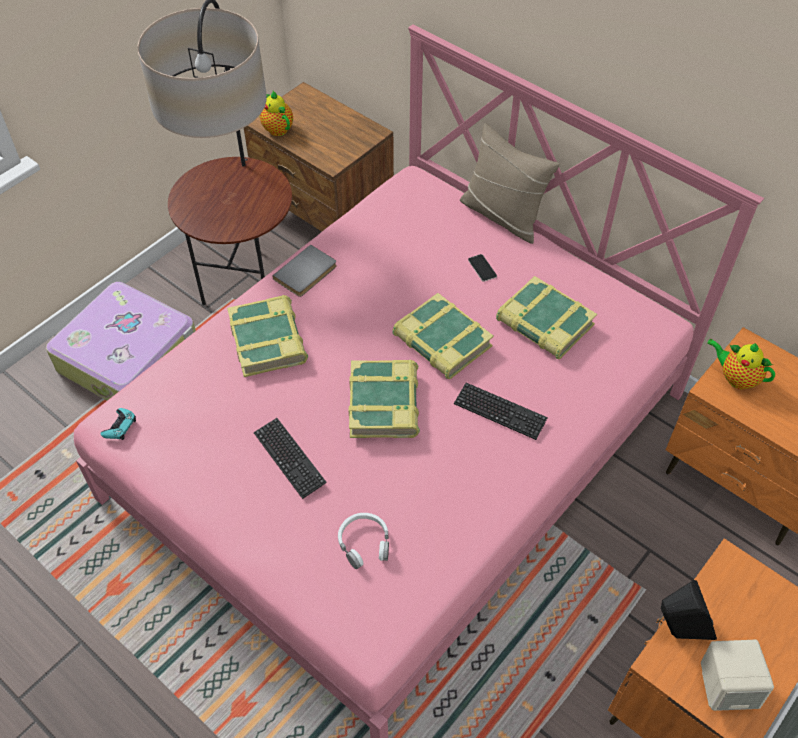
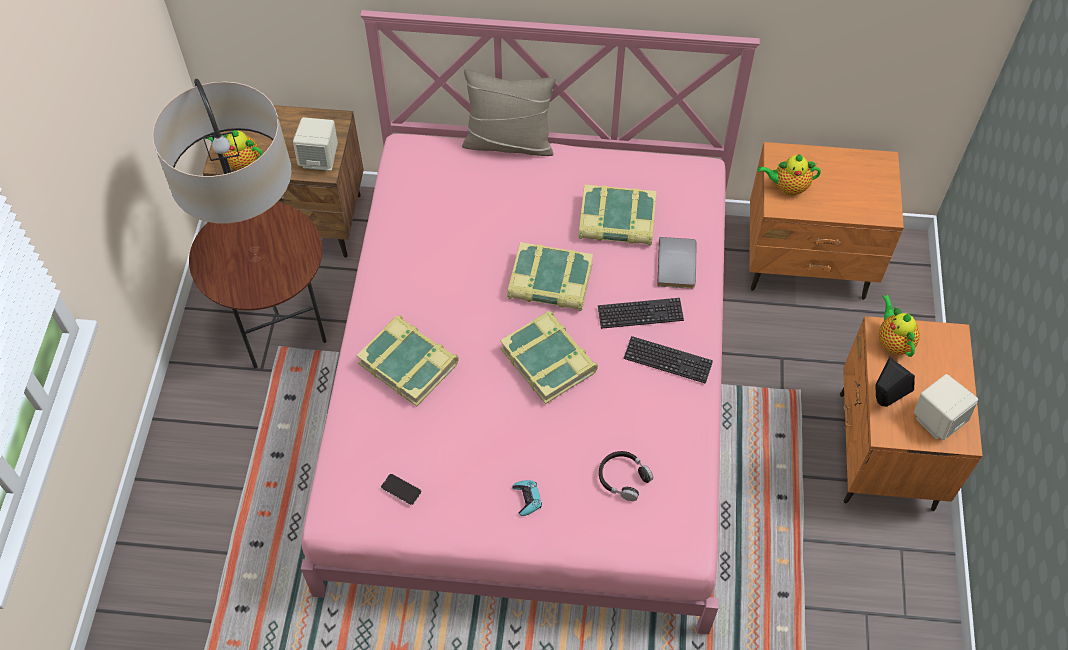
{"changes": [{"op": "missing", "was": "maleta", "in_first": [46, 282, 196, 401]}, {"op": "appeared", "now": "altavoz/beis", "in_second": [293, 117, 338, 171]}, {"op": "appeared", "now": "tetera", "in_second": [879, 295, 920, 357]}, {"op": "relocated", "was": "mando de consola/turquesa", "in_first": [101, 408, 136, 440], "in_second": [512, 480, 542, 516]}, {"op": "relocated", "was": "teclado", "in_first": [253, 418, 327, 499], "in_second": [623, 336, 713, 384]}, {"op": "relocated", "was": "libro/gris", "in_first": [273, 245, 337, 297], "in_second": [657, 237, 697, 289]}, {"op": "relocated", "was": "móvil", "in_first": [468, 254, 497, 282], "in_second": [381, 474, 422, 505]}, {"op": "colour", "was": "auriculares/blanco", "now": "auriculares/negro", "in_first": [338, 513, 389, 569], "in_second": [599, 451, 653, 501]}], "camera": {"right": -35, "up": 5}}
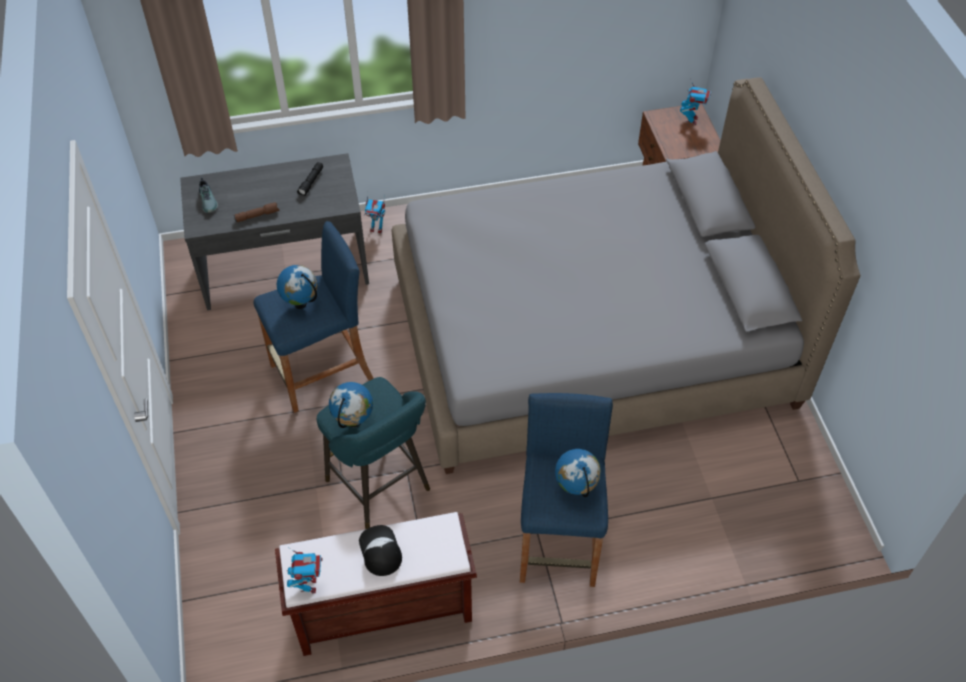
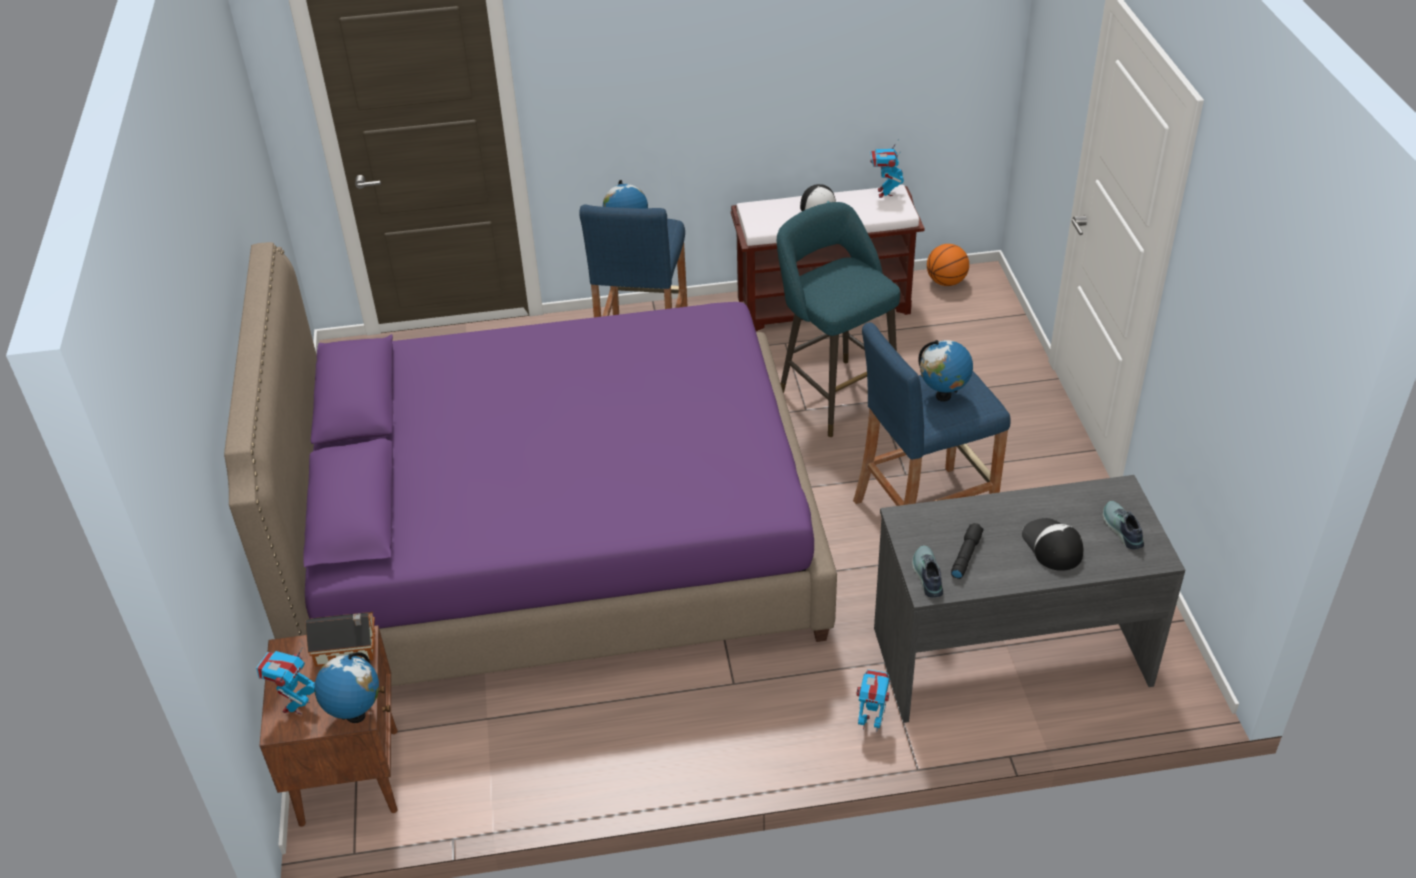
{"changes": [{"op": "missing", "was": "linterna/marrón", "in_first": [234, 202, 279, 222]}, {"op": "appeared", "now": "casita", "in_second": [305, 612, 375, 667]}, {"op": "appeared", "now": "zapato", "in_second": [912, 545, 943, 598]}, {"op": "appeared", "now": "balón de baloncesto", "in_second": [927, 244, 969, 286]}, {"op": "appeared", "now": "gorra", "in_second": [1022, 518, 1083, 571]}, {"op": "relocated", "was": "globo terráqueo", "in_first": [329, 382, 373, 428], "in_second": [314, 652, 379, 723]}, {"op": "colour", "was": "cama/gris", "now": "cama/morado", "in_first": [391, 77, 860, 474], "in_second": [224, 242, 837, 686]}], "camera": {"right": -175, "up": -10}}
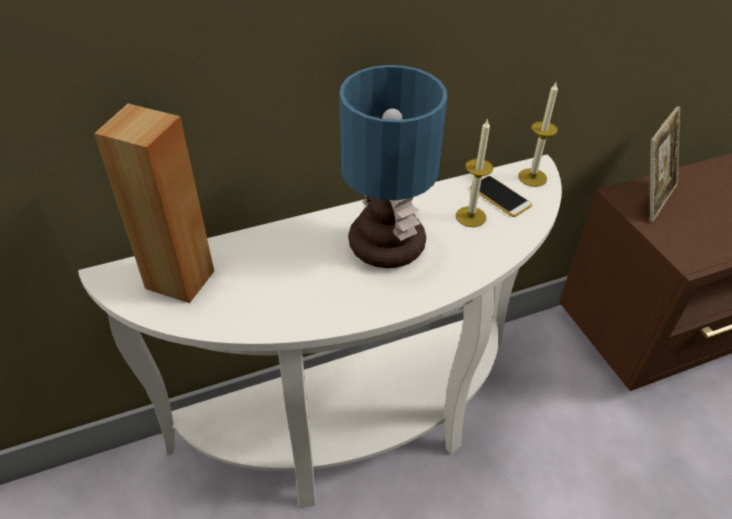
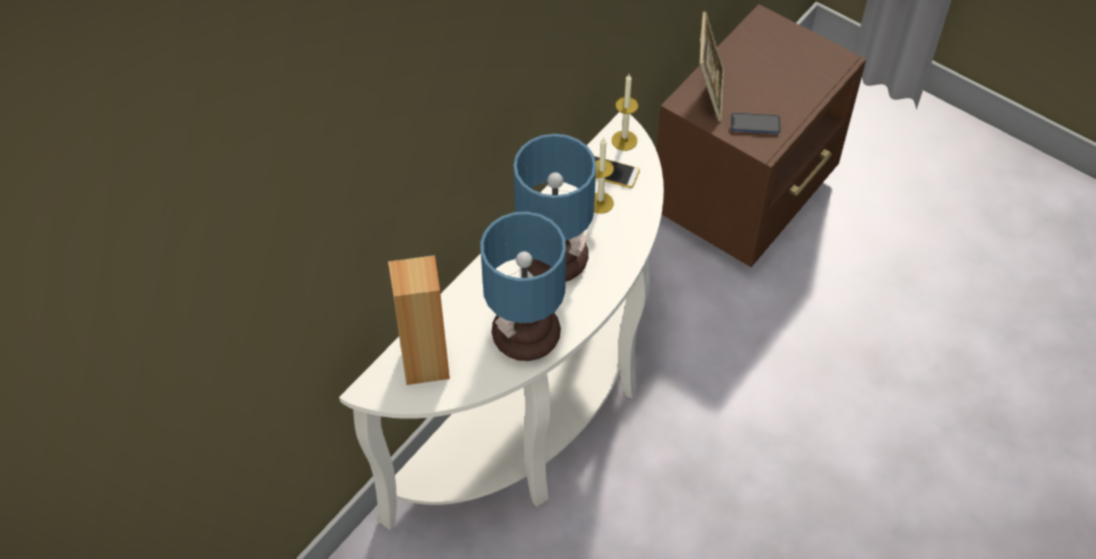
{"changes": [{"op": "appeared", "now": "lámpara de mesa", "in_second": [480, 212, 566, 361]}, {"op": "appeared", "now": "móvil", "in_second": [731, 113, 781, 134]}], "camera": {"right": -30, "up": 10}}
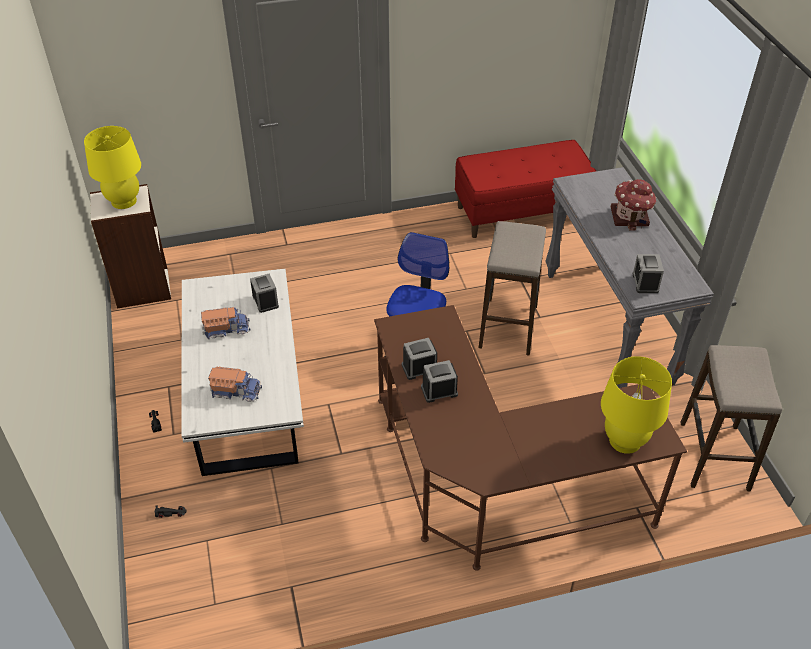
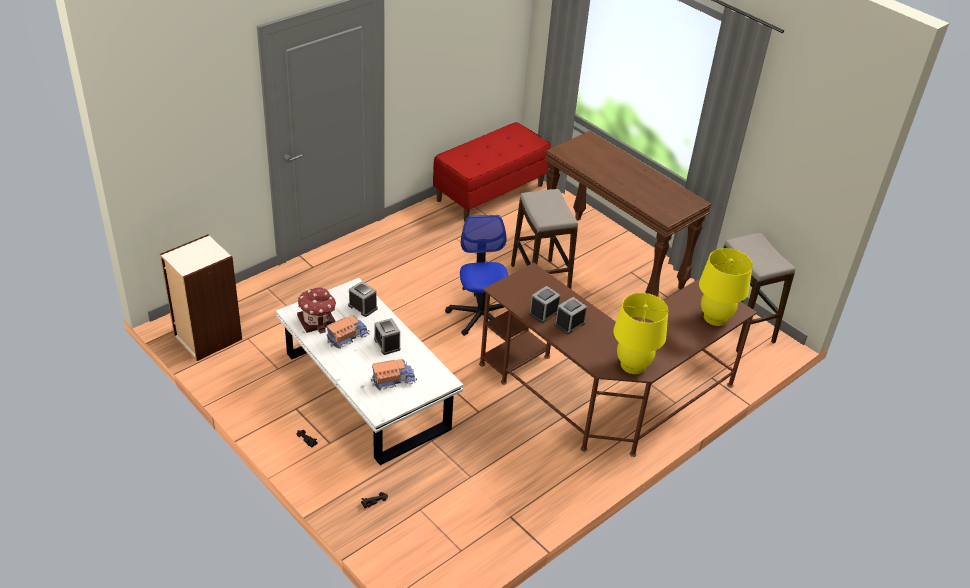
{"changes": [{"op": "relocated", "was": "lámpara de mesa/amarillo", "in_first": [84, 126, 141, 209], "in_second": [613, 293, 668, 374]}, {"op": "relocated", "was": "casita", "in_first": [611, 179, 656, 231], "in_second": [297, 287, 336, 334]}, {"op": "relocated", "was": "despertador", "in_first": [632, 254, 664, 293], "in_second": [374, 318, 401, 355]}, {"op": "colour", "was": "mesa consola/gris", "now": "mesa consola/marrón", "in_first": [545, 167, 714, 388], "in_second": [545, 131, 712, 297]}], "camera": {"right": -30, "up": -5}}
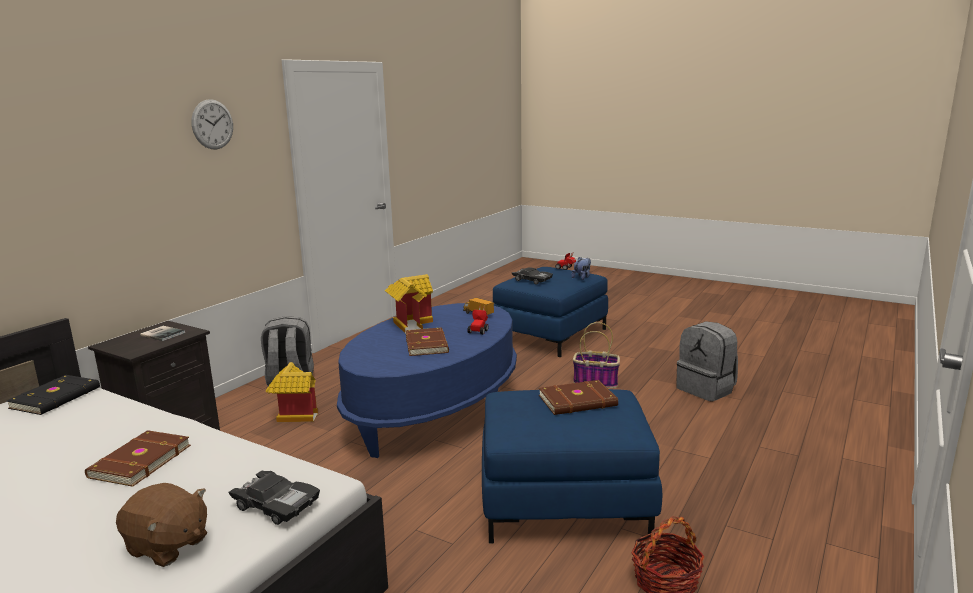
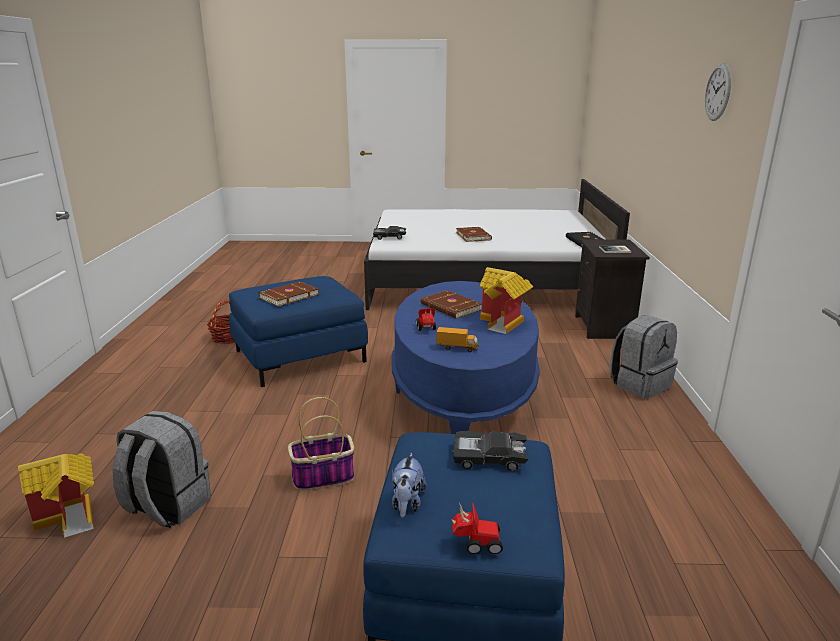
{"changes": [{"op": "missing", "was": "peluche/marrón", "in_first": [116, 483, 207, 567]}, {"op": "relocated", "was": "casita", "in_first": [266, 362, 318, 422], "in_second": [18, 453, 94, 538]}], "camera": {"right": 150, "up": 5}}
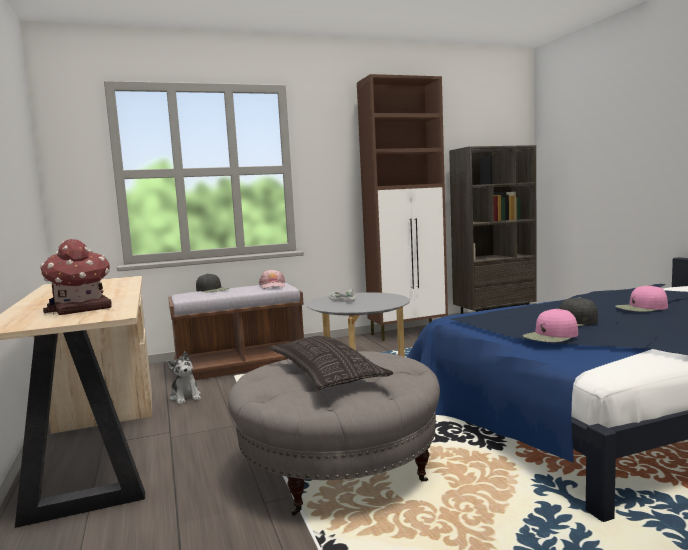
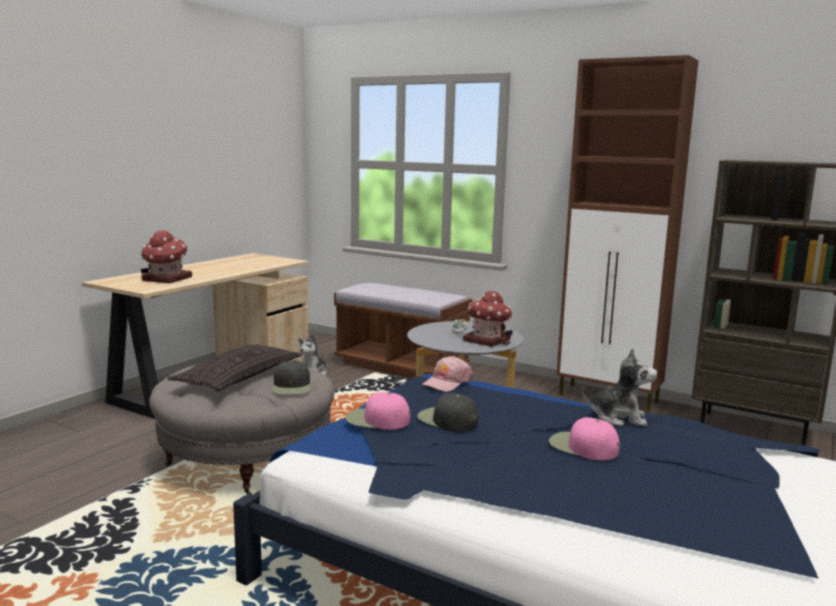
{"changes": [{"op": "appeared", "now": "casita", "in_second": [463, 290, 512, 347]}, {"op": "appeared", "now": "peluche", "in_second": [582, 348, 658, 426]}, {"op": "relocated", "was": "gorra/negro", "in_first": [196, 274, 230, 292], "in_second": [272, 360, 311, 395]}, {"op": "relocated", "was": "gorra/rosa", "in_first": [259, 269, 285, 289], "in_second": [422, 356, 473, 392]}], "camera": {"right": 50, "up": 5}}
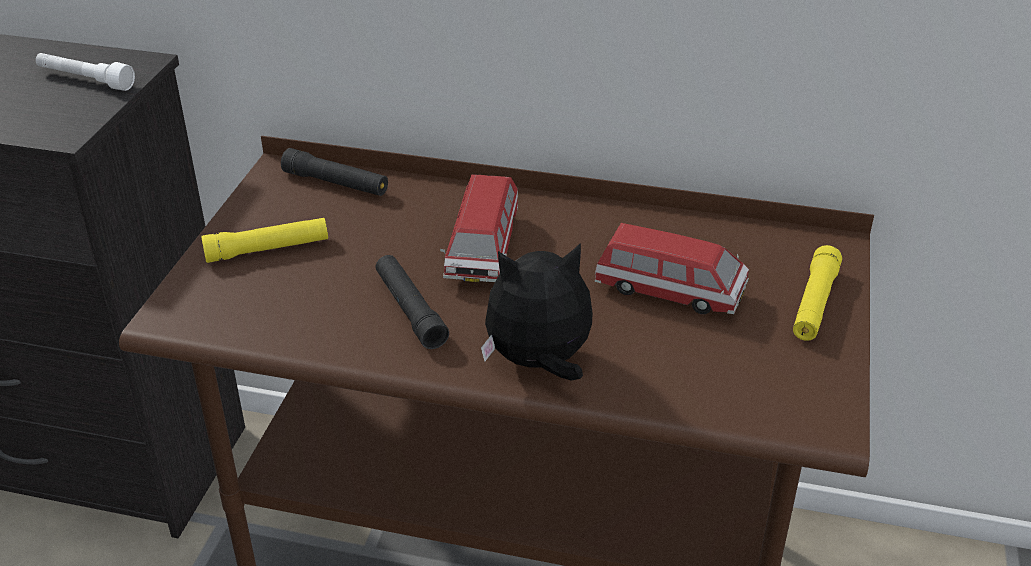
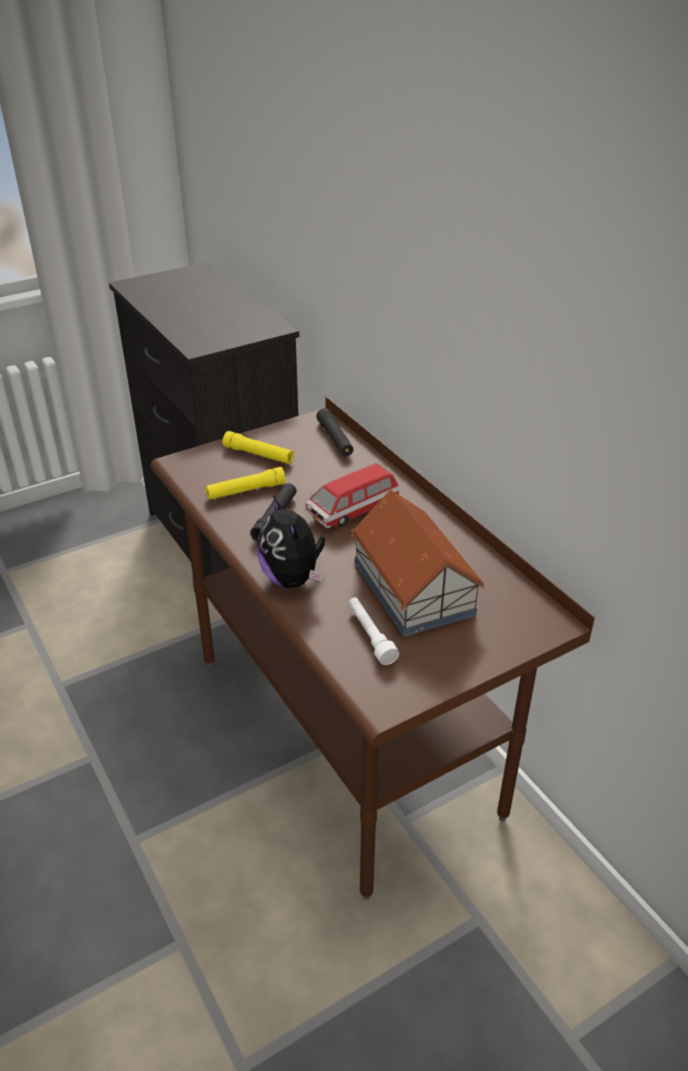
{"changes": [{"op": "relocated", "was": "linterna/blanco", "in_first": [36, 53, 135, 91], "in_second": [348, 597, 399, 665]}, {"op": "relocated", "was": "linterna/amarillo", "in_first": [793, 245, 842, 341], "in_second": [205, 467, 286, 500]}, {"op": "exchanged", "was": "coche de juguete", "now": "casita", "in_first": [595, 223, 749, 314], "in_second": [351, 490, 485, 637]}, {"op": "spun", "was": "peluche", "in_first": [481, 243, 593, 381], "in_second": [257, 495, 325, 588], "clockwise": -150}], "camera": {"right": 45, "up": 0}}
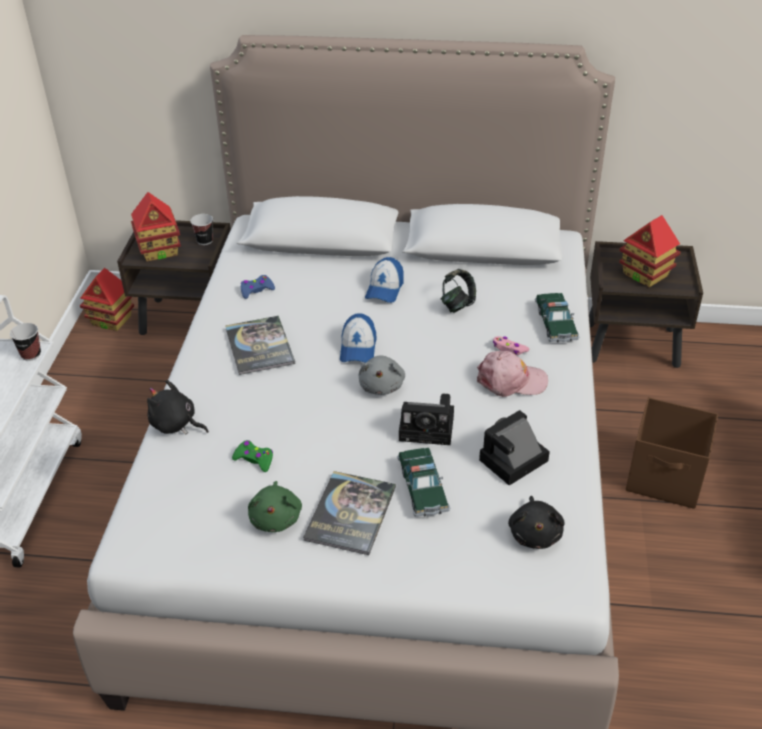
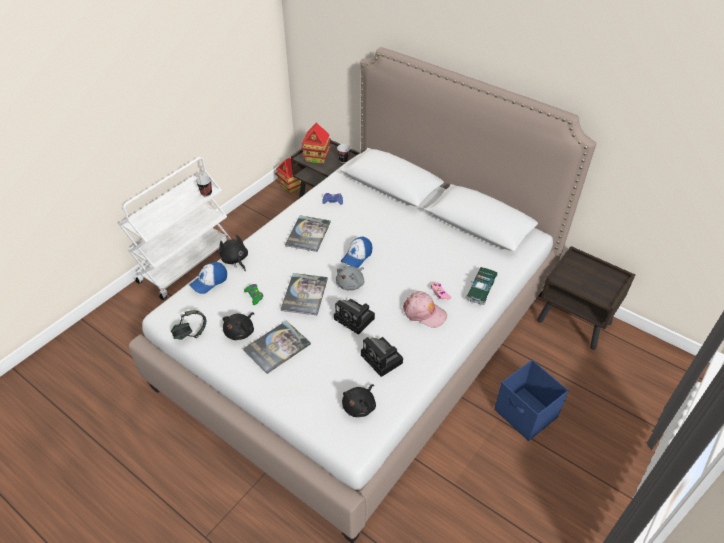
{"changes": [{"op": "missing", "was": "coche de juguete", "in_first": [397, 448, 450, 517]}, {"op": "missing", "was": "casita", "in_first": [619, 215, 681, 287]}, {"op": "appeared", "now": "libro", "in_second": [281, 273, 328, 315]}, {"op": "relocated", "was": "gorra", "in_first": [365, 257, 404, 303], "in_second": [189, 262, 227, 294]}, {"op": "relocated", "was": "auriculares", "in_first": [441, 269, 476, 313], "in_second": [171, 310, 207, 340]}, {"op": "colour", "was": "peluche/verde", "now": "peluche/negro", "in_first": [248, 481, 302, 532], "in_second": [223, 312, 254, 340]}, {"op": "colour", "was": "caja de almacenaje/marrón", "now": "caja de almacenaje/azul", "in_first": [626, 398, 718, 509], "in_second": [494, 360, 569, 441]}, {"op": "spun", "was": "cámara", "in_first": [479, 410, 550, 486], "in_second": [361, 337, 403, 377], "clockwise": -120}], "camera": {"right": 30, "up": 5}}
